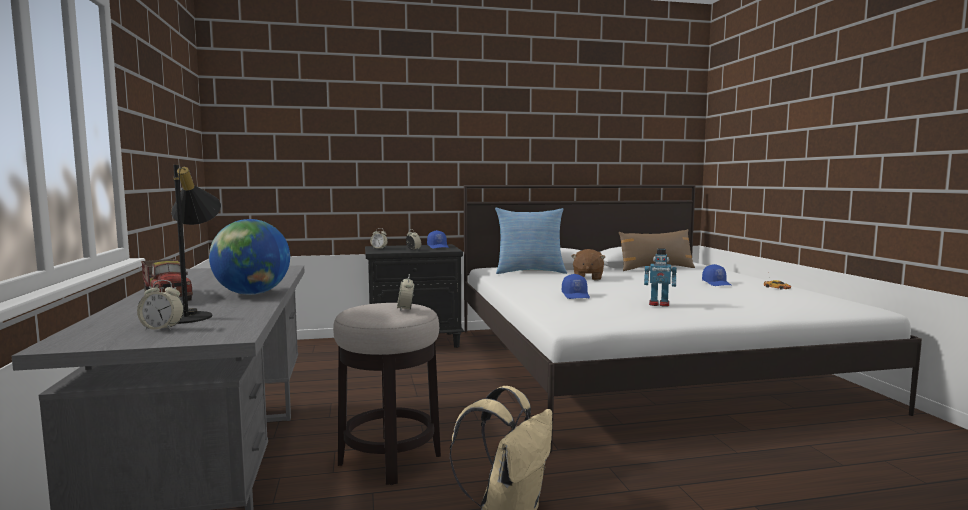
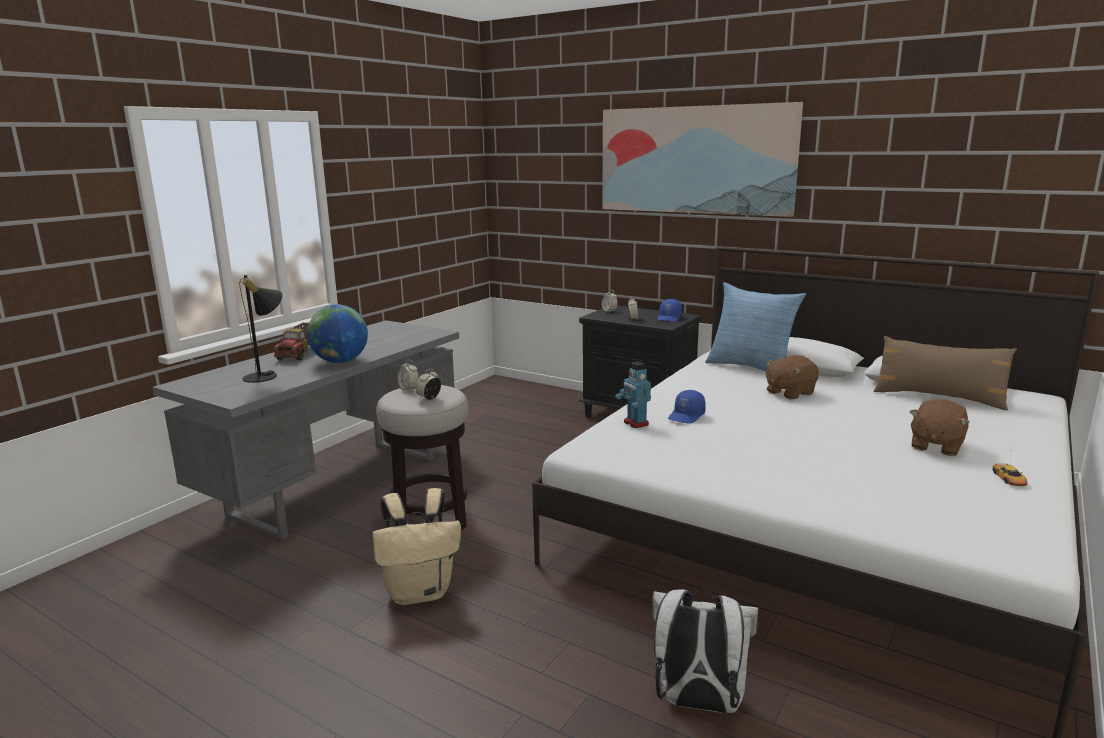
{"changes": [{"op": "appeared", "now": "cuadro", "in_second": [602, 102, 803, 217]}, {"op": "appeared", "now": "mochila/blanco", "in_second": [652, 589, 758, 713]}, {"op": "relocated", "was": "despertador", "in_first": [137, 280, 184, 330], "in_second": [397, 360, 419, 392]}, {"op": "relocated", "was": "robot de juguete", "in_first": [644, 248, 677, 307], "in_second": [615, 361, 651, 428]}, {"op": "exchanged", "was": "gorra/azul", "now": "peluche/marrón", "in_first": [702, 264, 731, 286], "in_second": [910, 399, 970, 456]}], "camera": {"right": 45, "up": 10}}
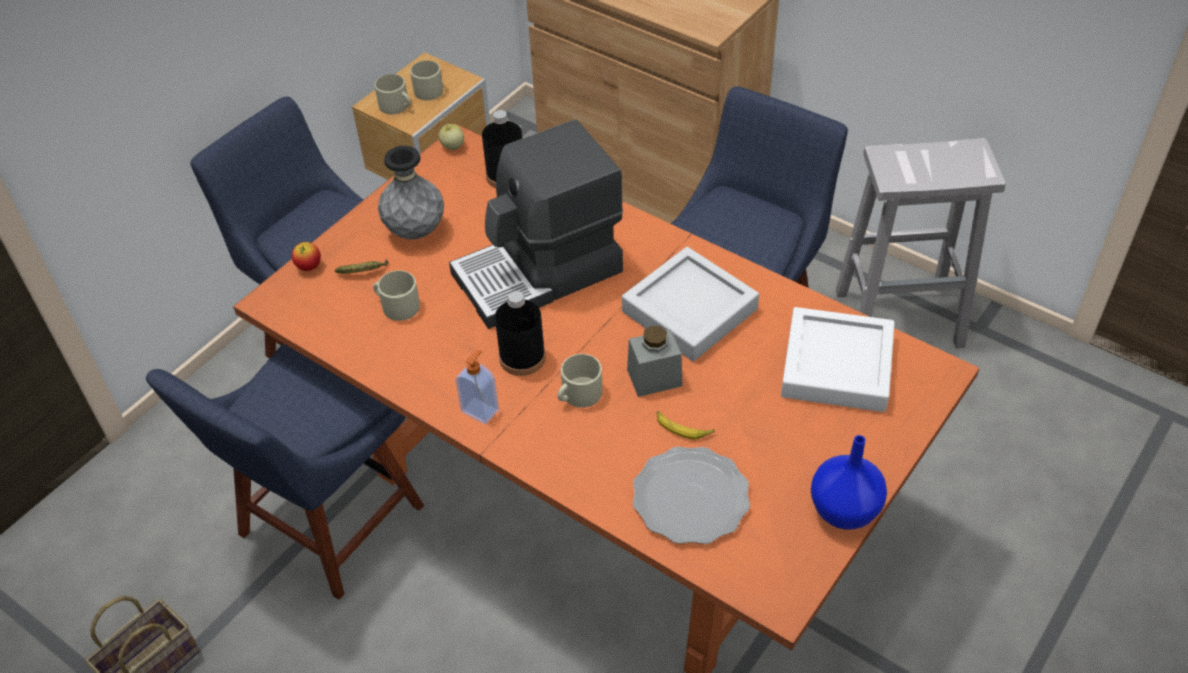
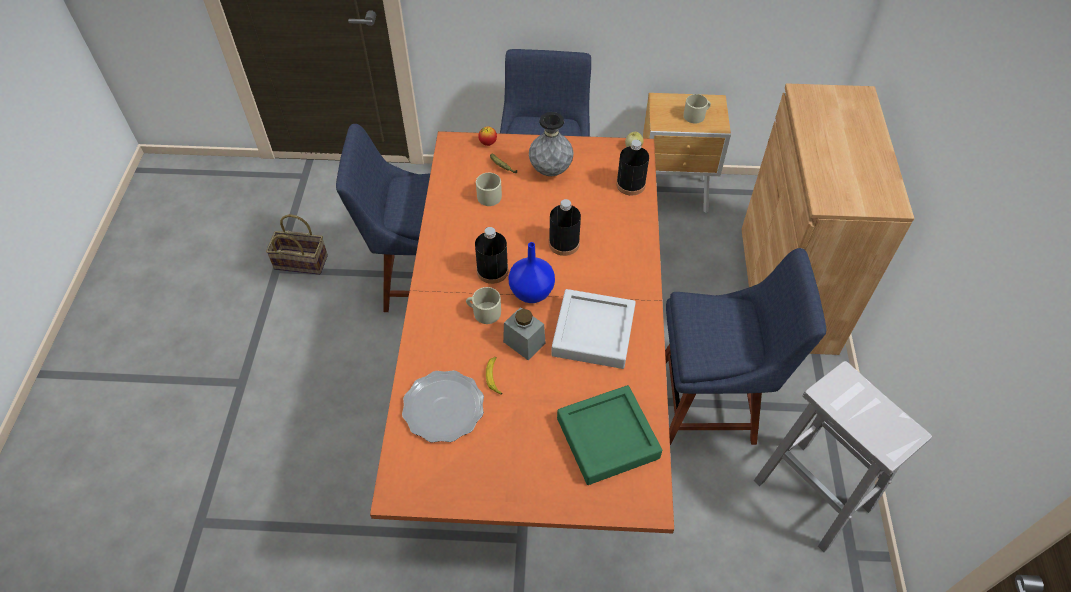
{"changes": [{"op": "missing", "was": "taza grande/beis", "in_first": [374, 74, 411, 114]}, {"op": "missing", "was": "dispensador de jabón", "in_first": [456, 350, 499, 424]}, {"op": "relocated", "was": "florero/azul", "in_first": [811, 435, 887, 530], "in_second": [508, 242, 555, 303]}, {"op": "exchanged", "was": "cafetera", "now": "botella/negro", "in_first": [449, 120, 623, 329], "in_second": [549, 199, 581, 256]}, {"op": "colour", "was": "bandeja/blanco", "now": "bandeja/verde", "in_first": [781, 307, 895, 412], "in_second": [557, 385, 662, 485]}], "camera": {"right": 55, "up": 5}}
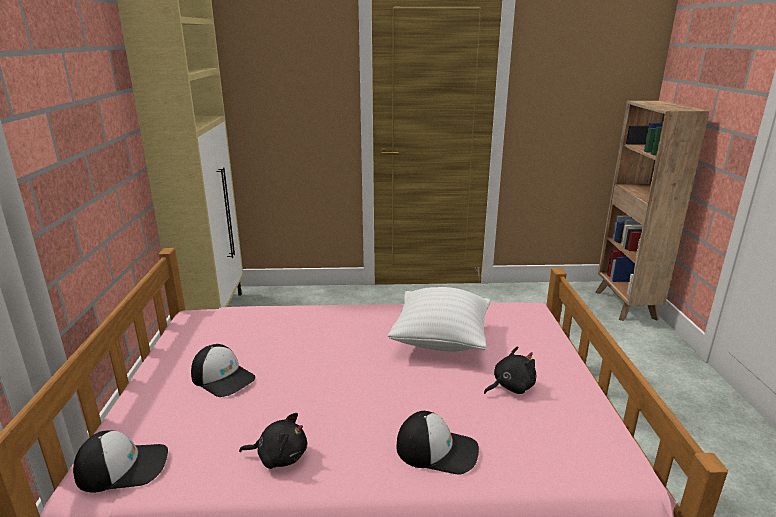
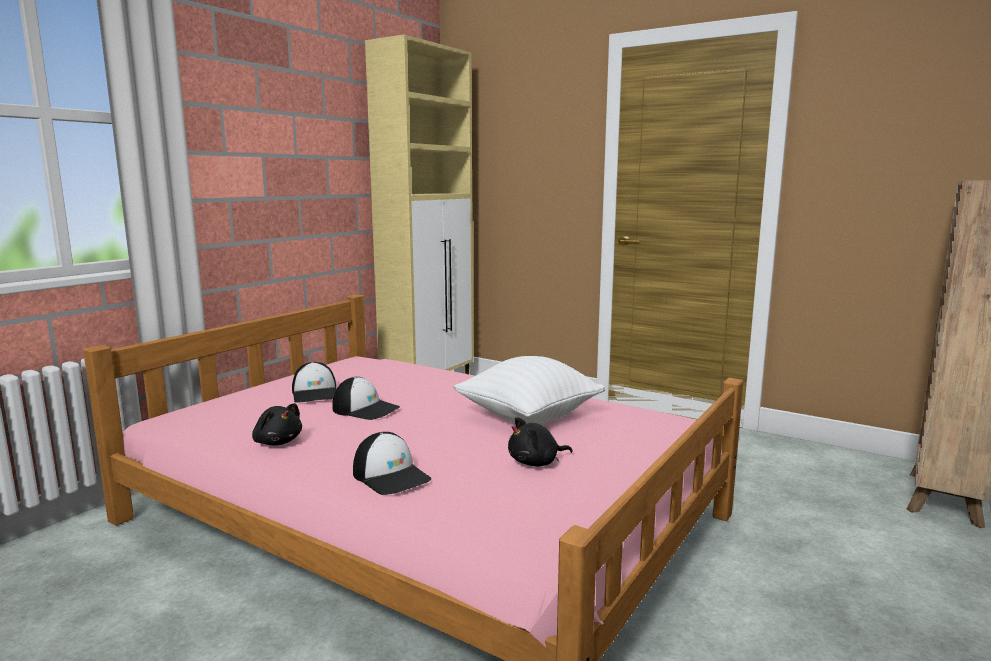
{"changes": [{"op": "relocated", "was": "gorra", "in_first": [73, 430, 168, 493], "in_second": [332, 377, 400, 420]}, {"op": "spun", "was": "peluche/negro", "in_first": [484, 347, 536, 394], "in_second": [508, 417, 573, 466], "clockwise": 150}], "camera": {"right": 35, "up": -10}}
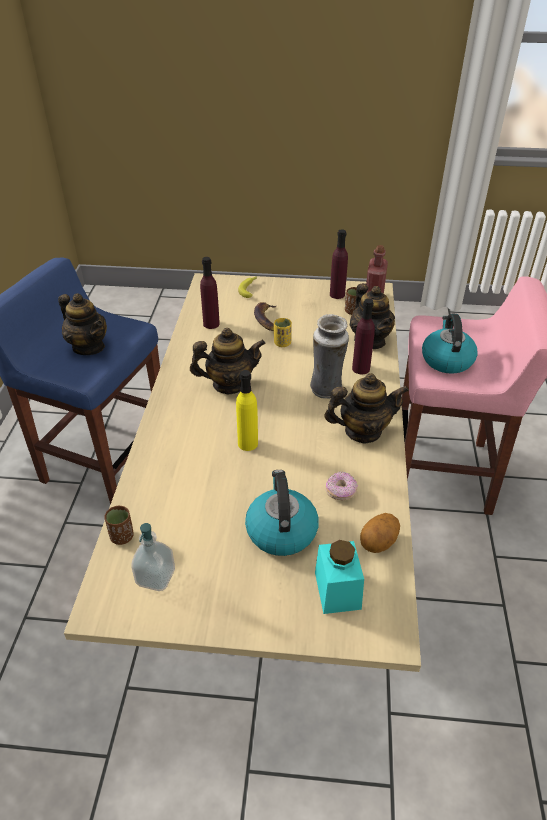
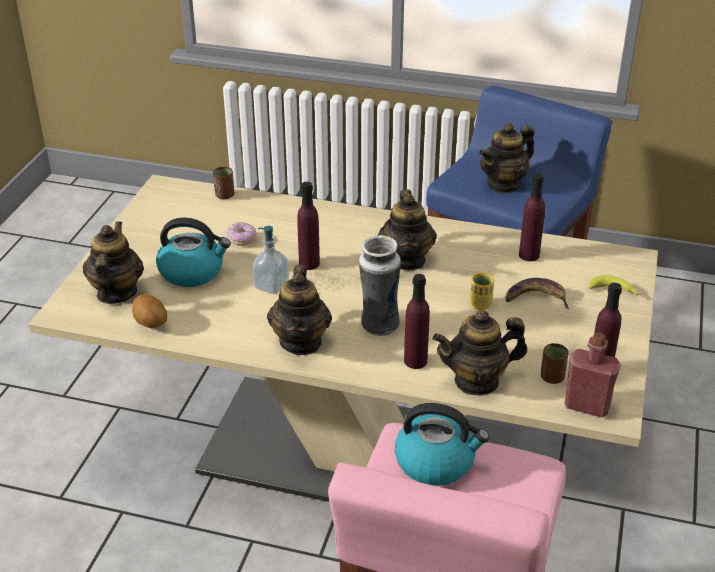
{"changes": [{"op": "relocated", "was": "dispensador de jabón", "in_first": [132, 523, 175, 591], "in_second": [252, 226, 289, 294]}, {"op": "relocated", "was": "rosquilla", "in_first": [325, 471, 358, 500], "in_second": [226, 222, 257, 246]}, {"op": "exchanged", "was": "tarro/turquesa", "now": "tetera", "in_first": [315, 540, 364, 614], "in_second": [83, 221, 144, 304]}, {"op": "colour", "was": "botella/amarillo", "now": "botella/morado", "in_first": [236, 370, 258, 451], "in_second": [297, 182, 320, 270]}], "camera": {"right": 100, "up": -5}}
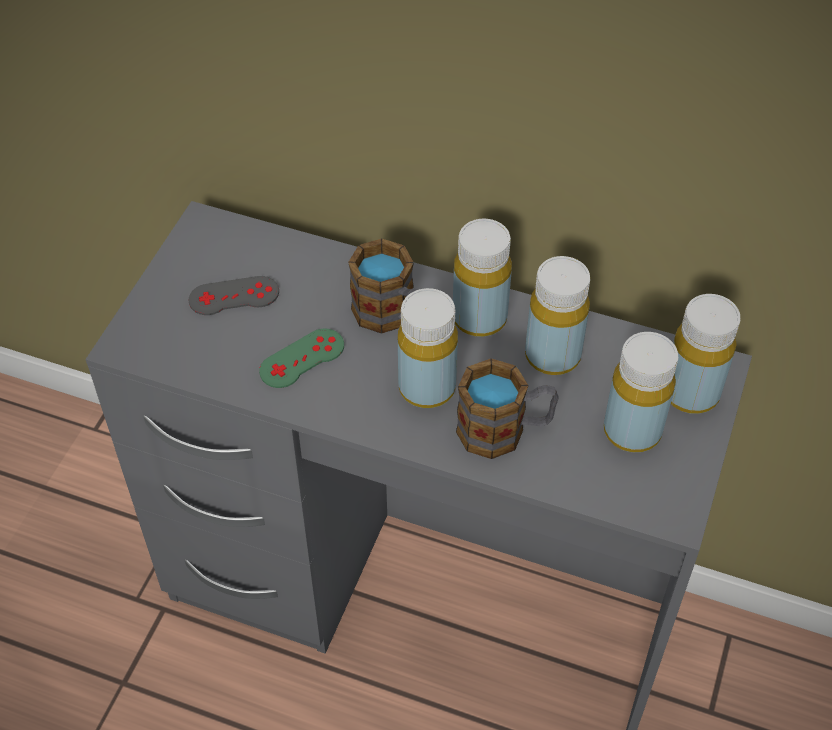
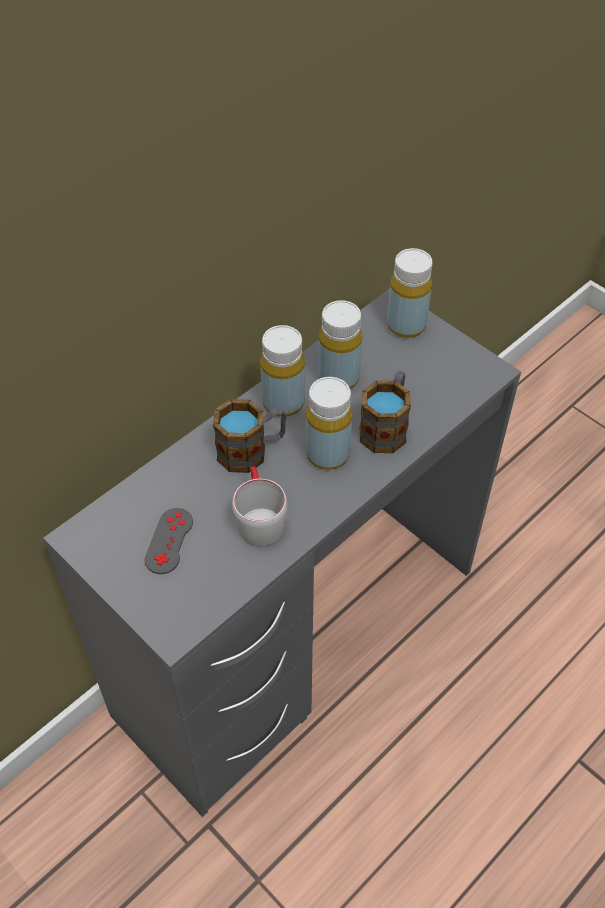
{"changes": [{"op": "missing", "was": "botella/amarillo", "in_first": [604, 332, 678, 452]}, {"op": "exchanged", "was": "mando de consola/verde", "now": "taza grande/gris", "in_first": [259, 329, 344, 388], "in_second": [232, 466, 287, 546]}], "camera": {"right": -65, "up": 0}}
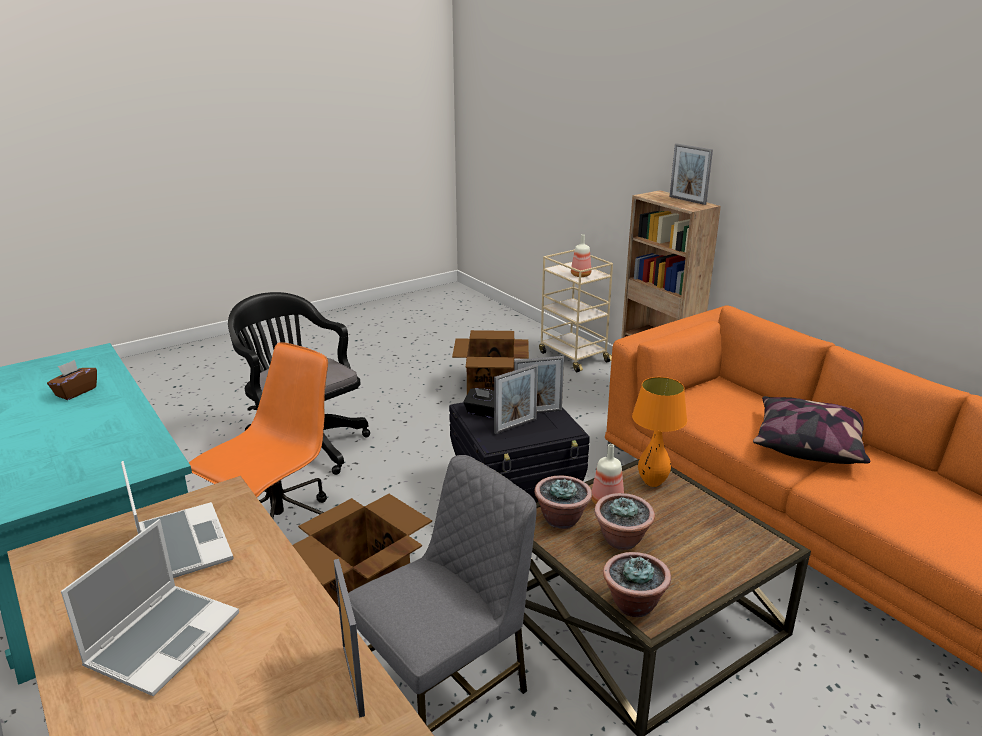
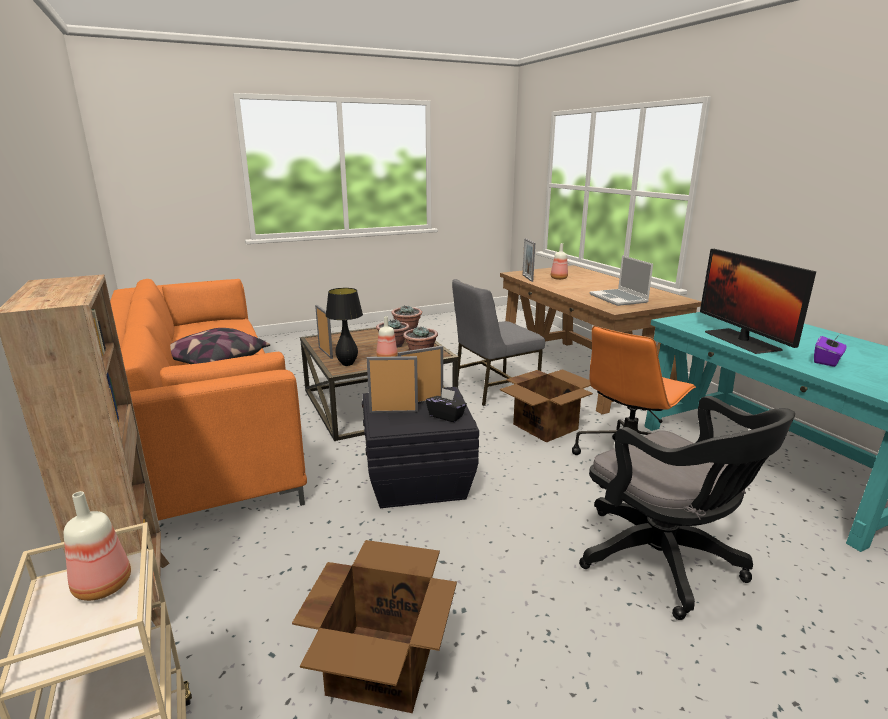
{"changes": [{"op": "missing", "was": "portátil", "in_first": [61, 519, 239, 696]}, {"op": "appeared", "now": "botella", "in_second": [551, 243, 568, 280]}, {"op": "appeared", "now": "monitor", "in_second": [700, 249, 816, 354]}, {"op": "relocated", "was": "portarretratos", "in_first": [670, 143, 713, 205], "in_second": [315, 305, 333, 359]}, {"op": "colour", "was": "caja de pañuelos/marrón", "now": "caja de pañuelos/morado", "in_first": [47, 360, 97, 400], "in_second": [814, 334, 847, 367]}, {"op": "colour", "was": "lámpara de mesa/naranja", "now": "lámpara de mesa/negro", "in_first": [632, 377, 687, 487], "in_second": [326, 288, 363, 366]}], "camera": {"right": -170, "up": -5}}
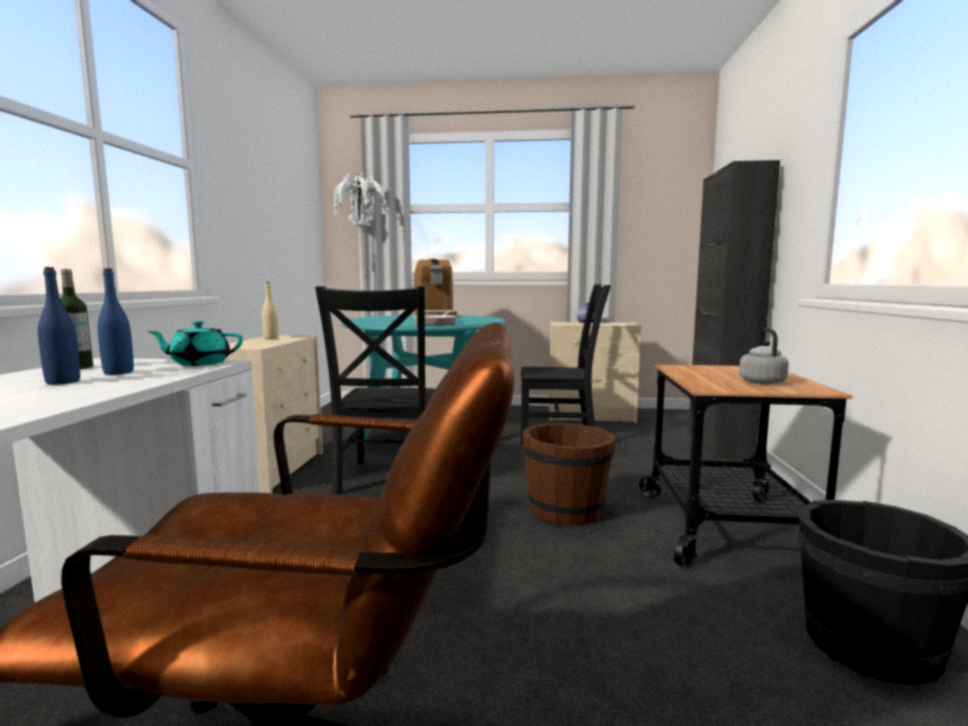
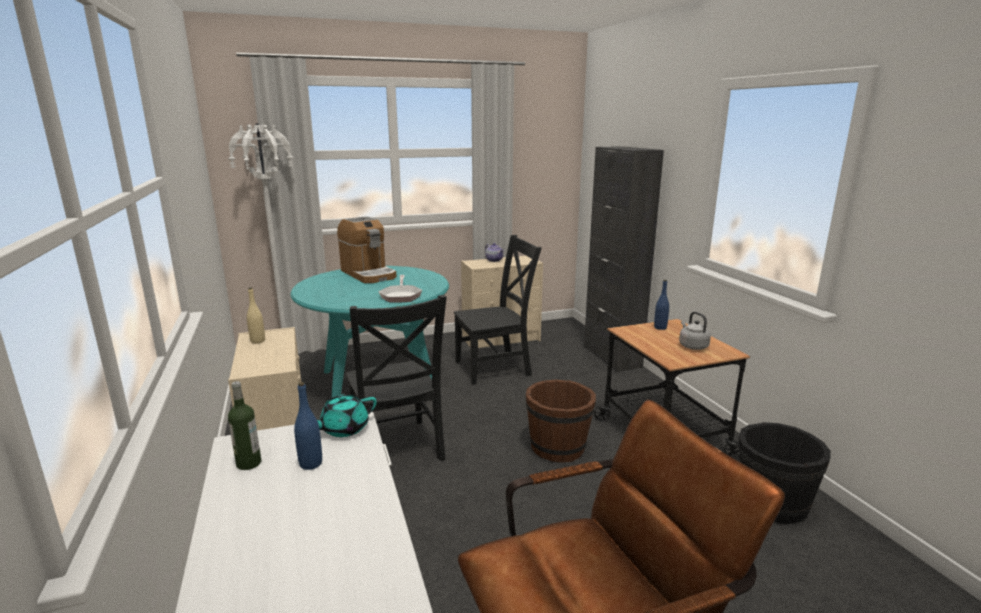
{"changes": [{"op": "relocated", "was": "botella/azul", "in_first": [38, 267, 80, 385], "in_second": [654, 280, 669, 330]}], "camera": {"right": -25, "up": 10}}
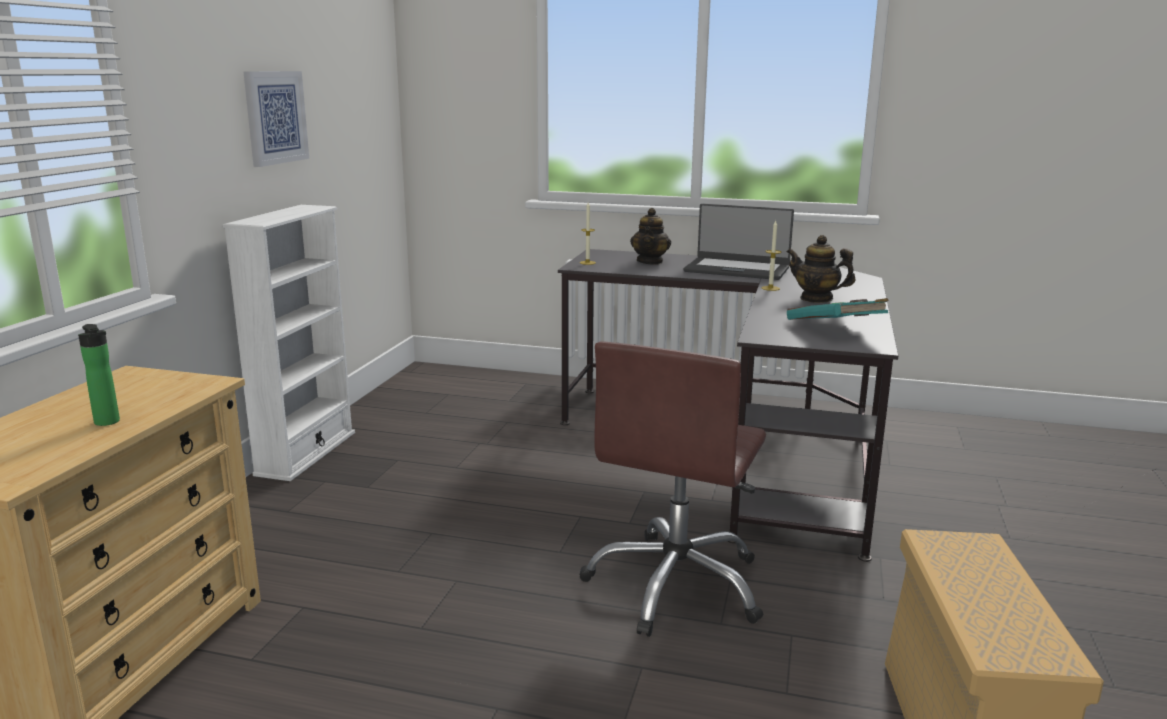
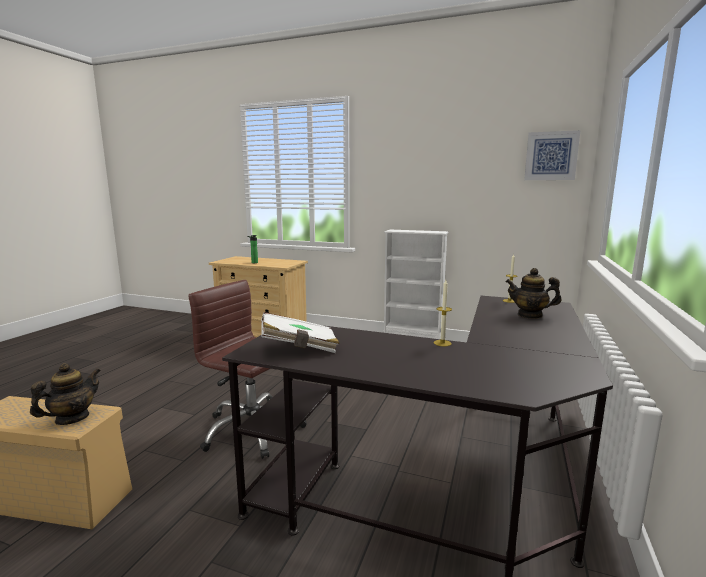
{"changes": [{"op": "missing", "was": "portátil", "in_first": [684, 204, 794, 280]}, {"op": "relocated", "was": "cuadro", "in_first": [243, 71, 309, 167], "in_second": [524, 130, 580, 180]}, {"op": "relocated", "was": "tetera", "in_first": [787, 235, 855, 303], "in_second": [30, 363, 101, 425]}, {"op": "colour", "was": "libro/turquesa", "now": "libro/blanco", "in_first": [787, 298, 889, 320], "in_second": [261, 312, 340, 353]}], "camera": {"right": 95, "up": -5}}
